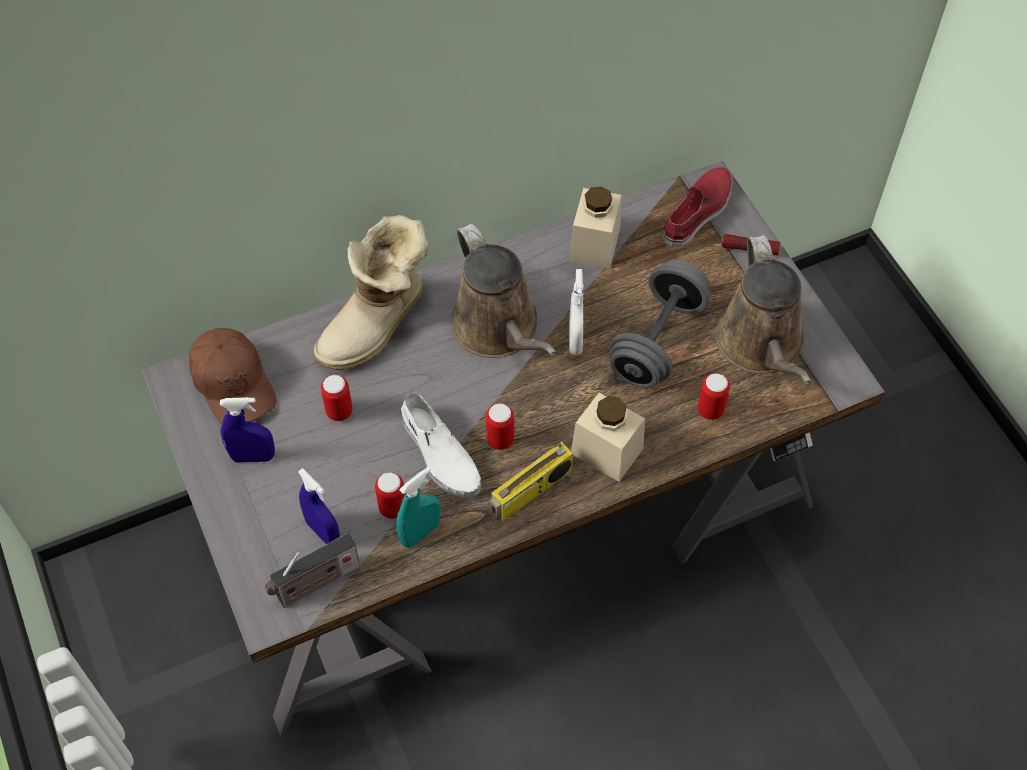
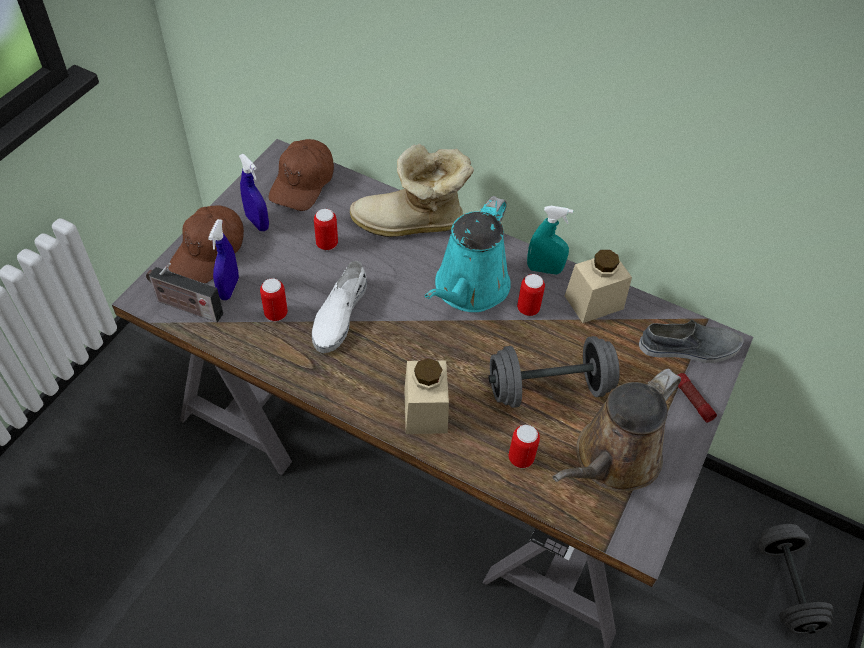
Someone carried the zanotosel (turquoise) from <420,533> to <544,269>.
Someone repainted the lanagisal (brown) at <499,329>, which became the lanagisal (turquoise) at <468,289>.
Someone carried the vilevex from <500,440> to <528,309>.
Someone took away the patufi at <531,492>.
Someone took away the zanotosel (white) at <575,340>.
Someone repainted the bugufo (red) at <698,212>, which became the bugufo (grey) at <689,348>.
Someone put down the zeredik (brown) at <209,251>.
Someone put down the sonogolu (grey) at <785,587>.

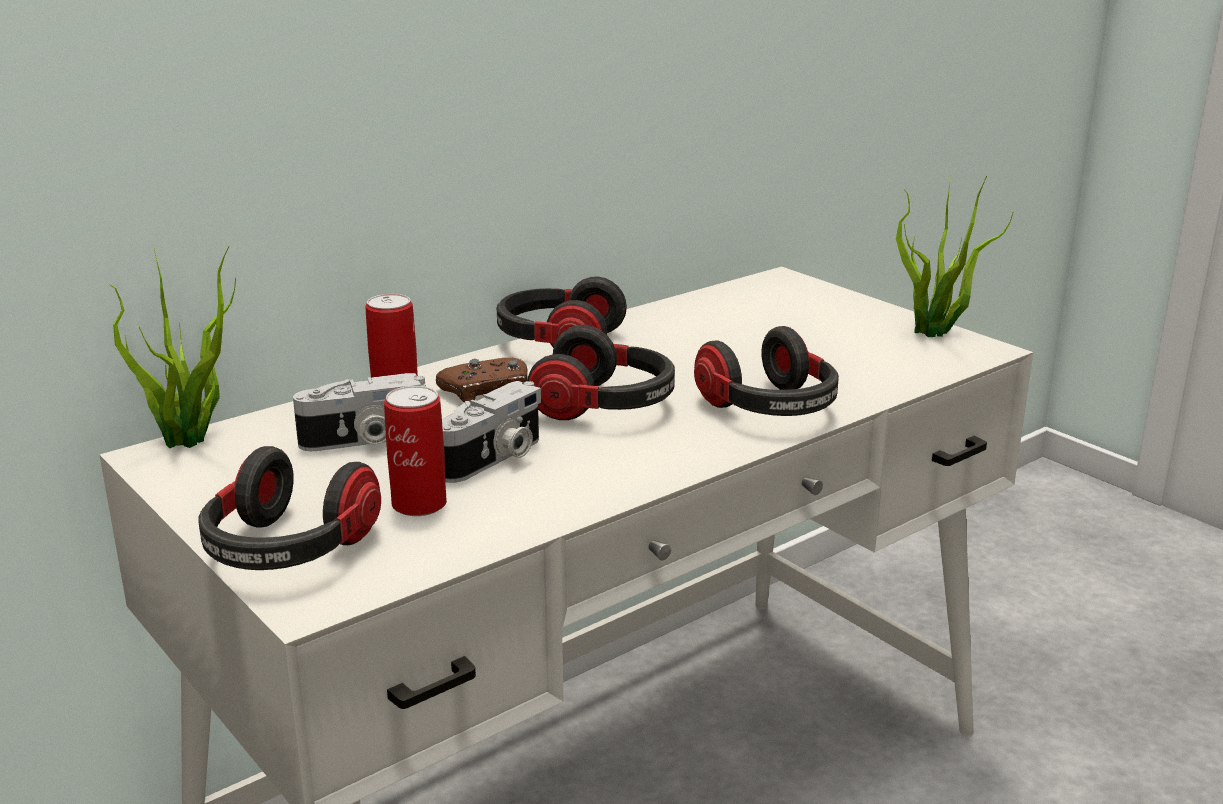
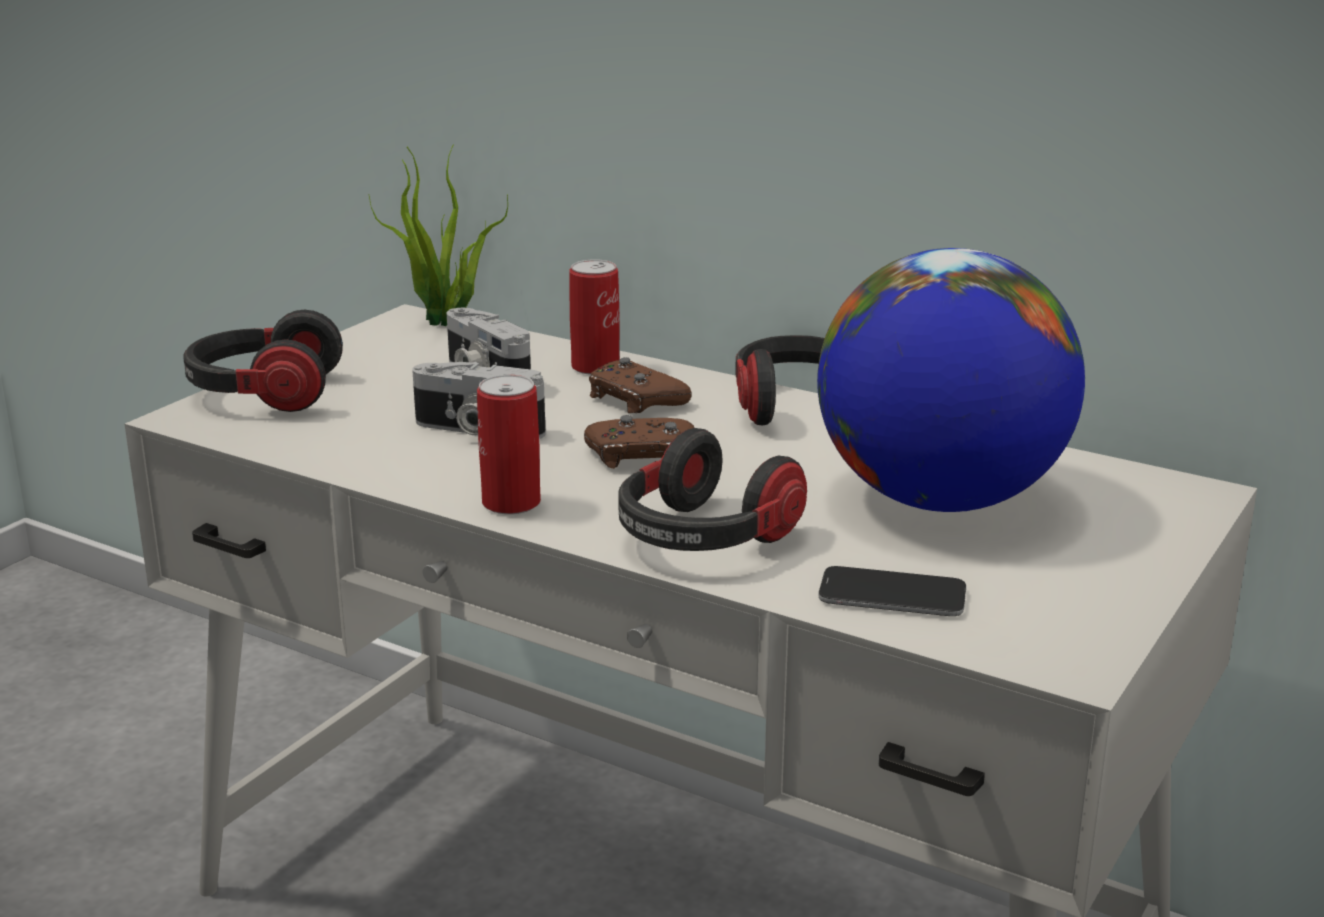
Someone carried the vilevex from <419,504> to <511,502>.
Someone swapped the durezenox at <606,406> for the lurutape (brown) at <641,455>.
Someone took away the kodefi at <935,333>.
Someone put down the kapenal at <940,499>.
Someone put down the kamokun at <892,595>.

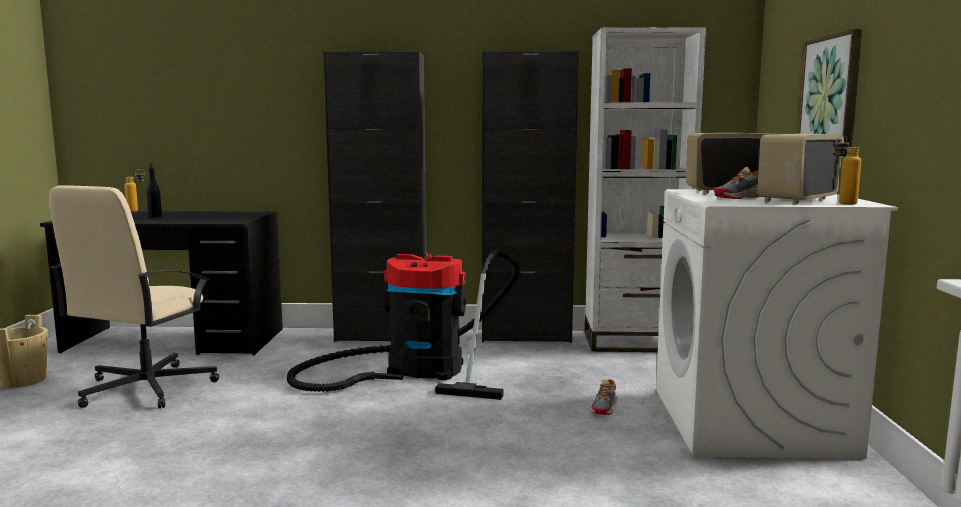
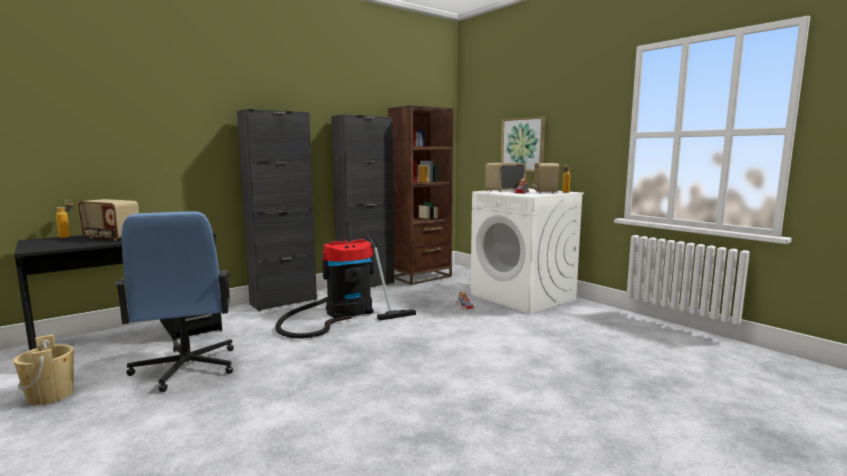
Someone repainted the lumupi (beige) at <145,388>, which became the lumupi (blue) at <186,368>.
Someone swapped the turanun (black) at <155,216> for the patufi at <111,238>.
Someone repainted the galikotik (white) at <634,342>, which became the galikotik (brown) at <421,277>.

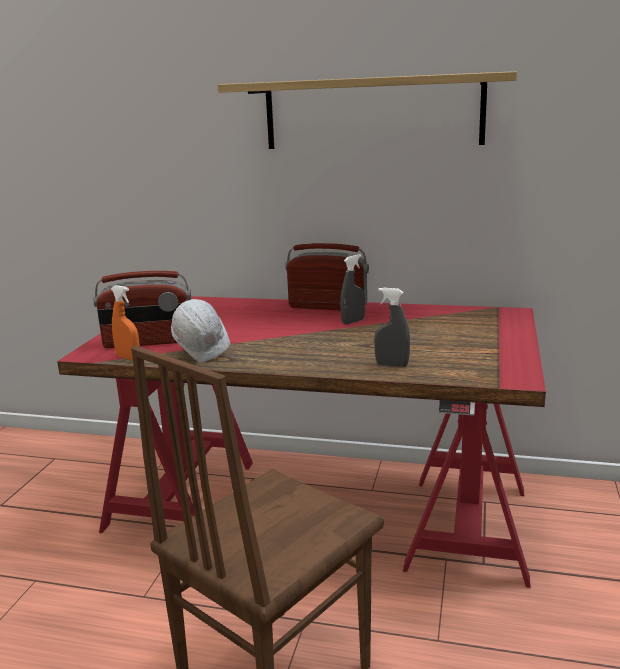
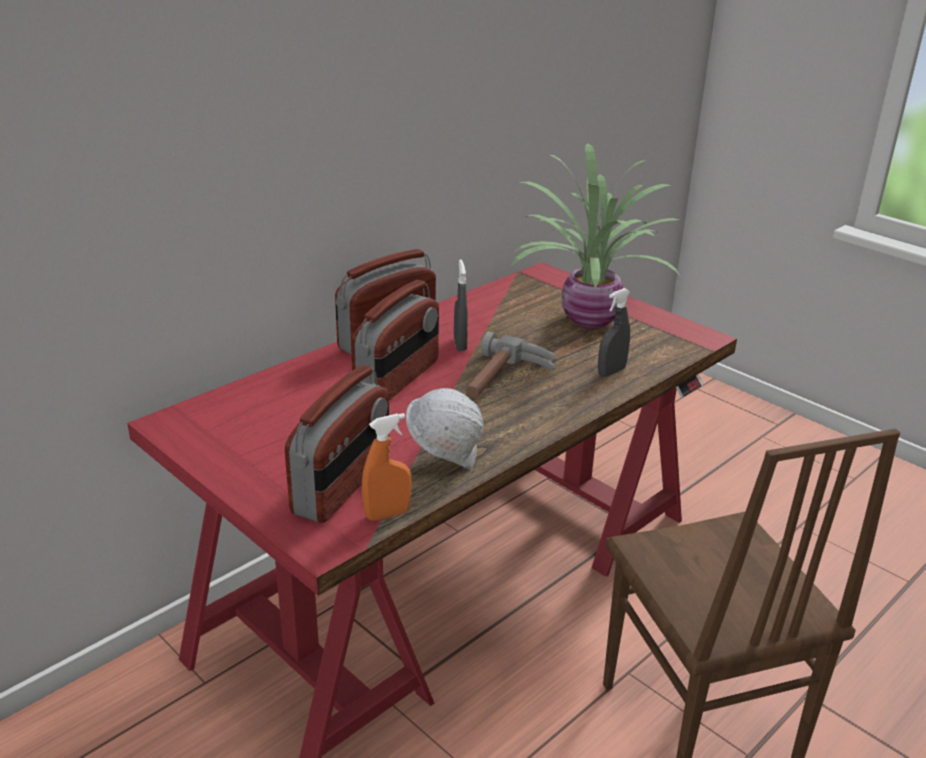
Someone took away the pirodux at <372,112>.
Someone put down the patufi at <398,380>.
Someone put down the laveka at <505,381>.
Someone put down the kodefi at <589,318>.

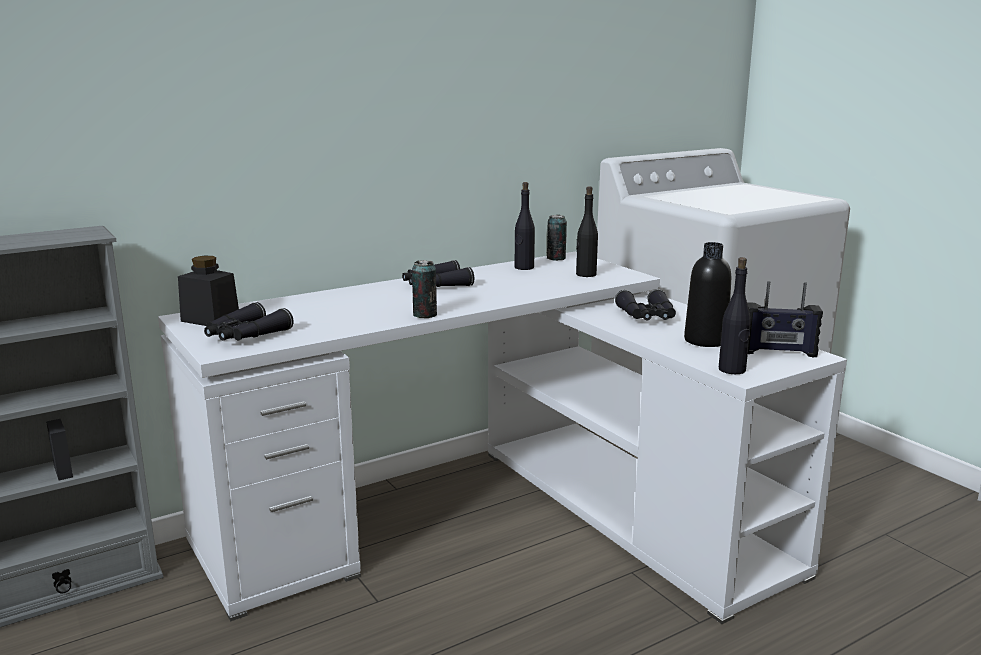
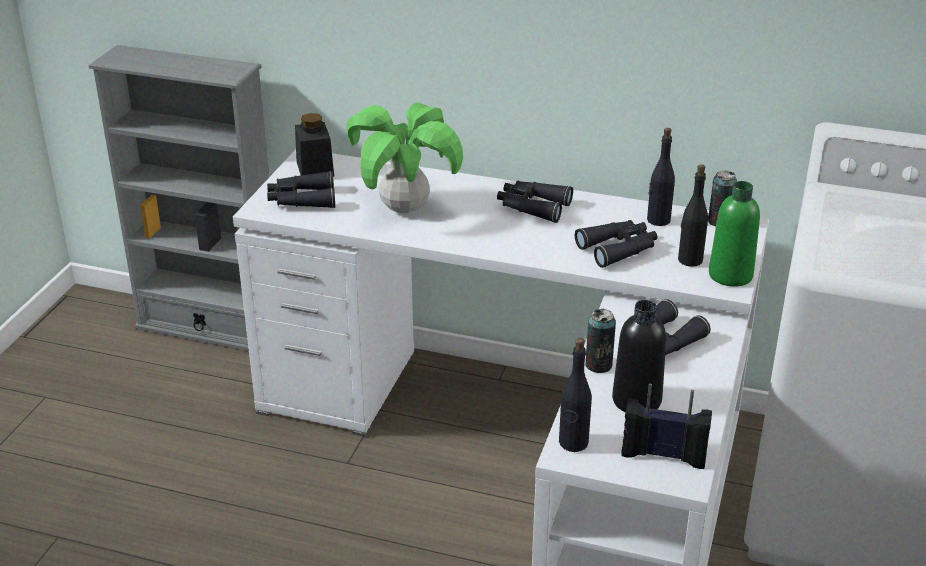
Someone carried the vilevex from <425,315> to <598,365>.
Someone rotated the patufi at <779,352> by 135 degrees clockwise.
Someone put down the kodefi at <404,209>.
Someone put down the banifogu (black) at <619,249>.
Someone put down the turanun (green) at <730,275>.

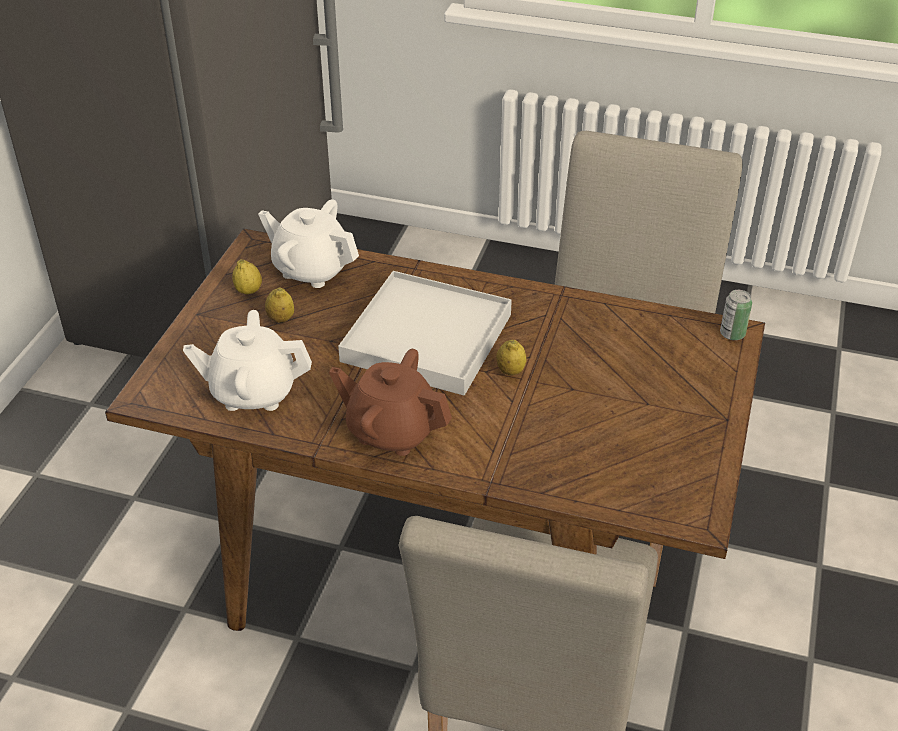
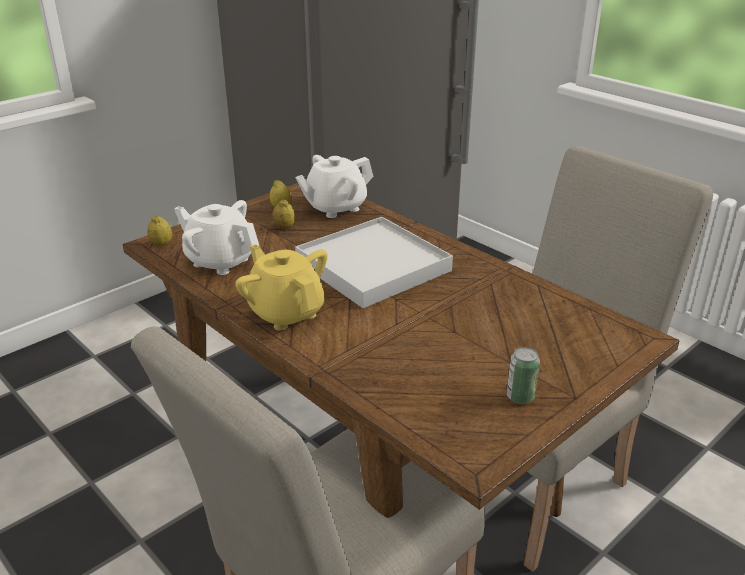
Someone rotated the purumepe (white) at <311,269> by 90 degrees counterclockwise.
Someone repainted the purumepe (brown) at <392,431>, which became the purumepe (yellow) at <286,312>.
Someone carried the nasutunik from <510,371> to <161,244>.
Someone carried the vilevex from <732,334> to <520,397>.

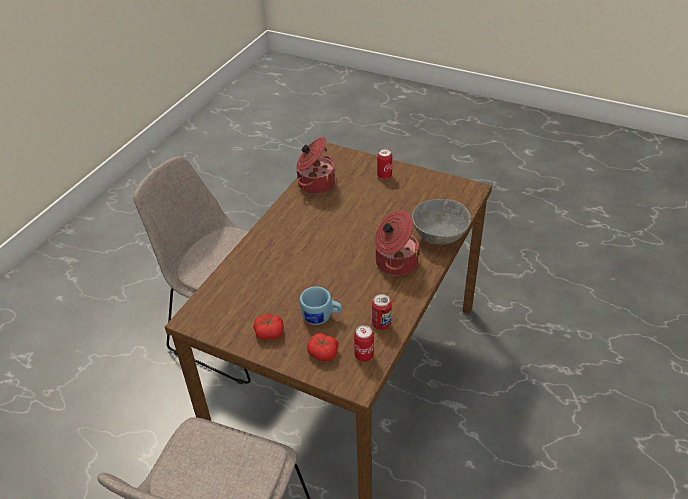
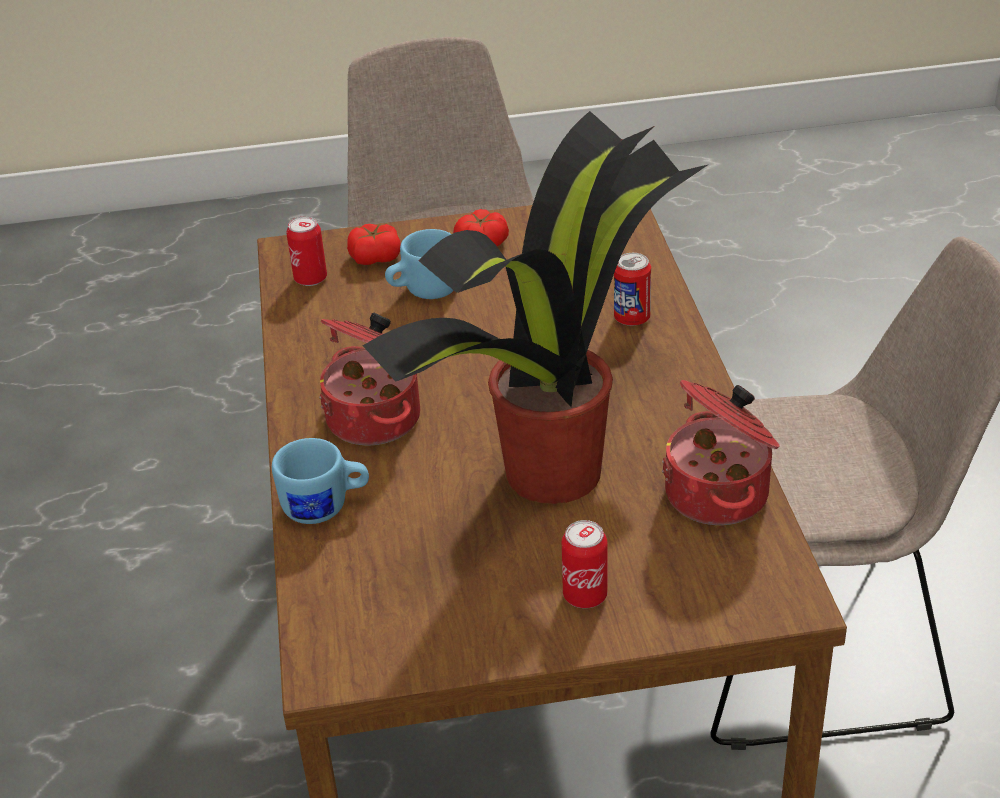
Someone carried the vilevex from <381,324> to <632,318>.
Someone swapped the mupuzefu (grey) at <439,236> for the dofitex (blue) at <326,507>.
Someone put down the kodefi at <557,468>.

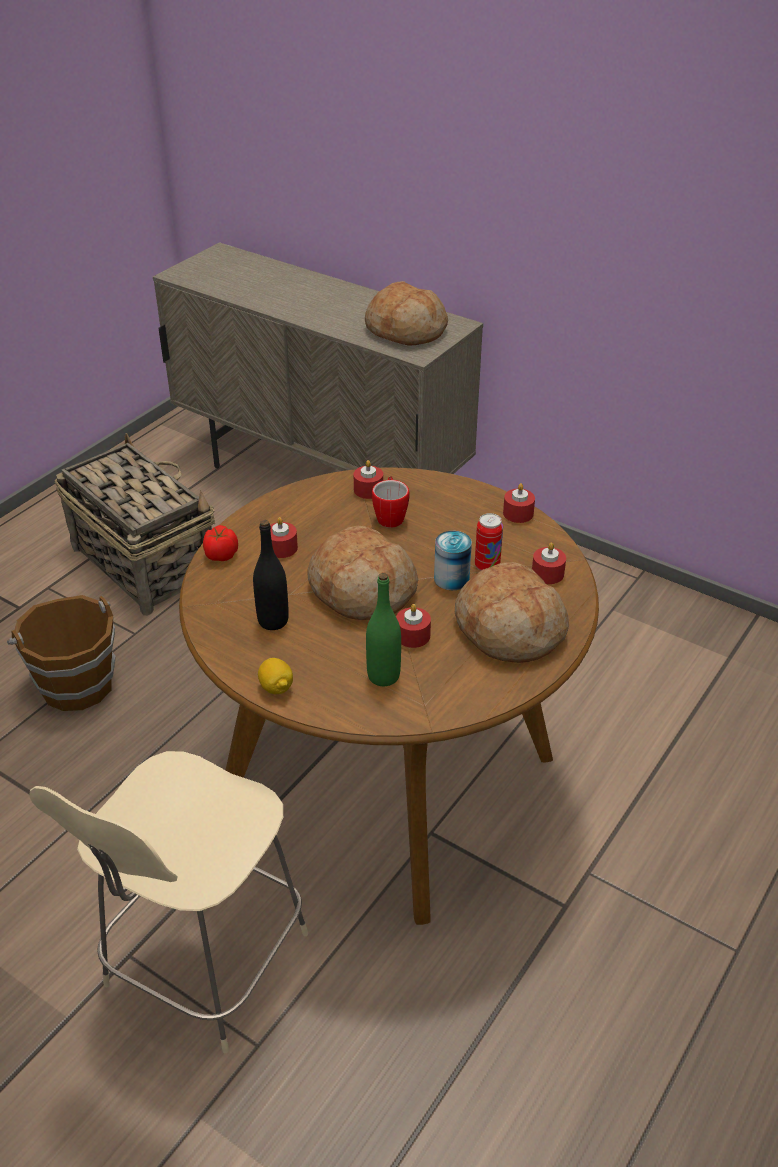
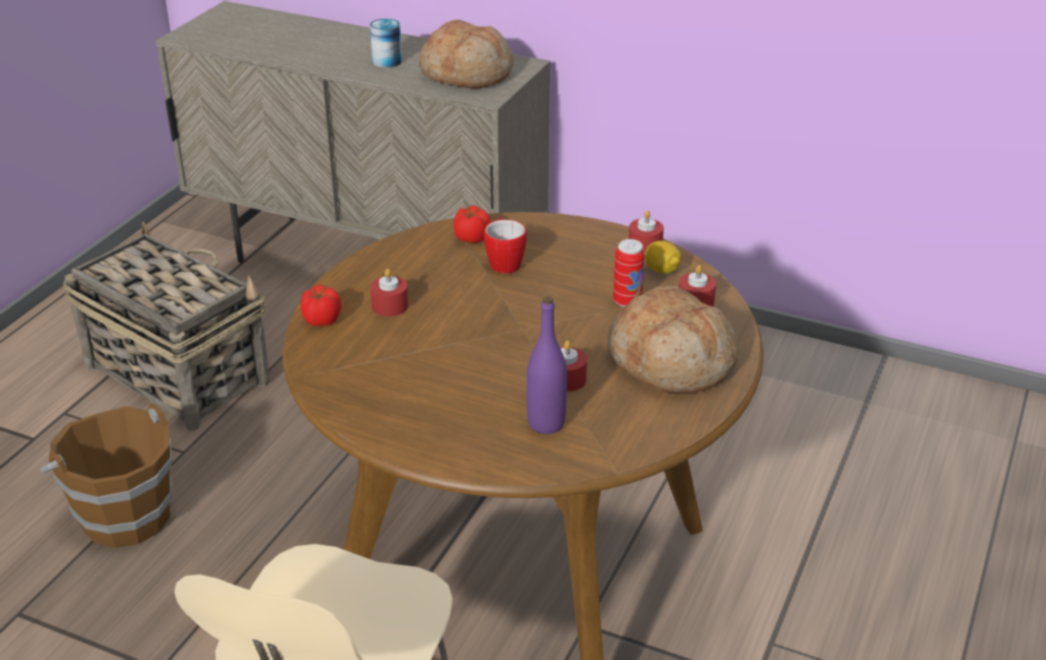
Someone took away the turanun (black) at <273,621>.
Someone carried the nasutunik from <276,687> to <662,270>.
Someone took away the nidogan at <362,590>.
Someone swapped the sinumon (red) at <368,490> for the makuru at <471,238>.
Someone repainted the turanun (green) at <383,676>, which became the turanun (purple) at <546,423>.
Someone carried the vilevex from <451,579> to <387,61>.

